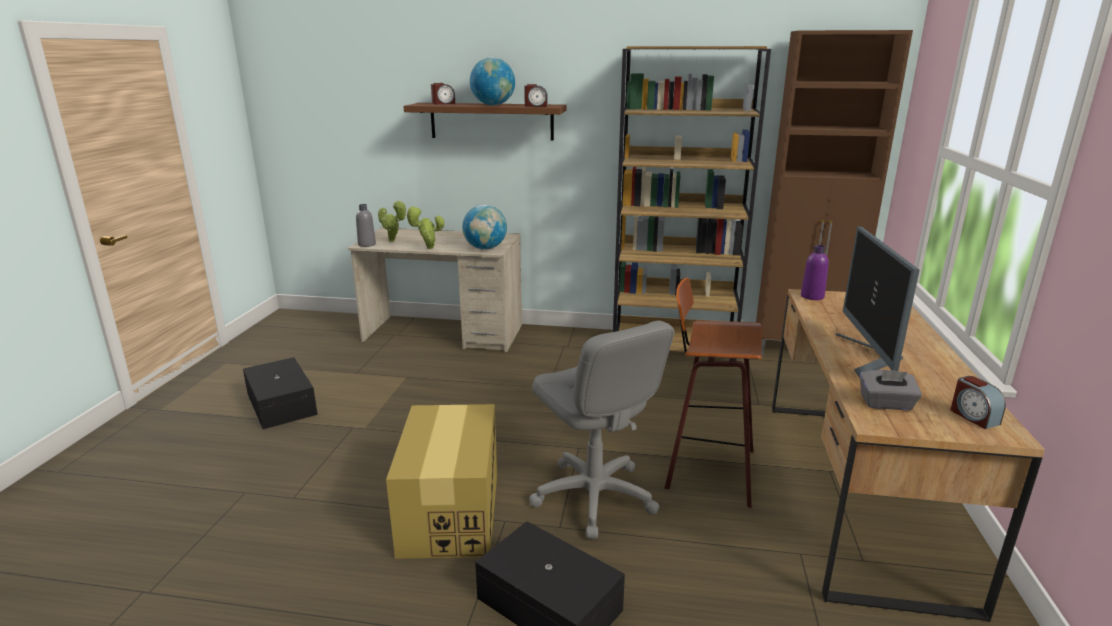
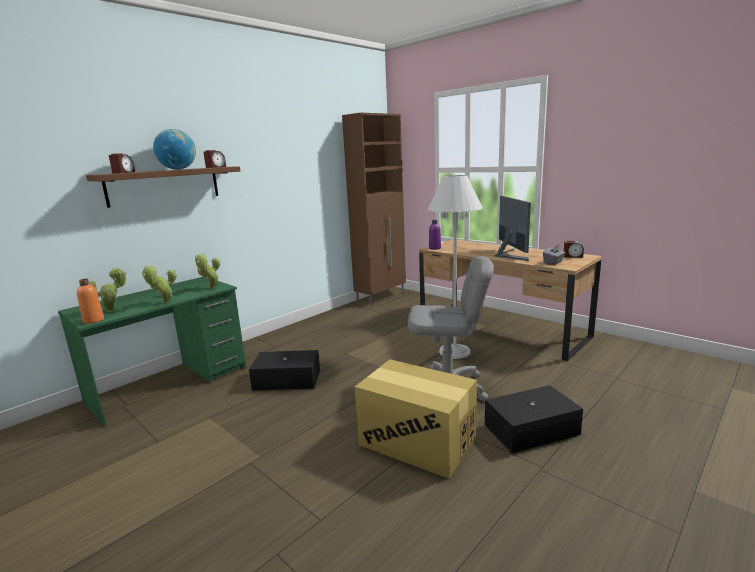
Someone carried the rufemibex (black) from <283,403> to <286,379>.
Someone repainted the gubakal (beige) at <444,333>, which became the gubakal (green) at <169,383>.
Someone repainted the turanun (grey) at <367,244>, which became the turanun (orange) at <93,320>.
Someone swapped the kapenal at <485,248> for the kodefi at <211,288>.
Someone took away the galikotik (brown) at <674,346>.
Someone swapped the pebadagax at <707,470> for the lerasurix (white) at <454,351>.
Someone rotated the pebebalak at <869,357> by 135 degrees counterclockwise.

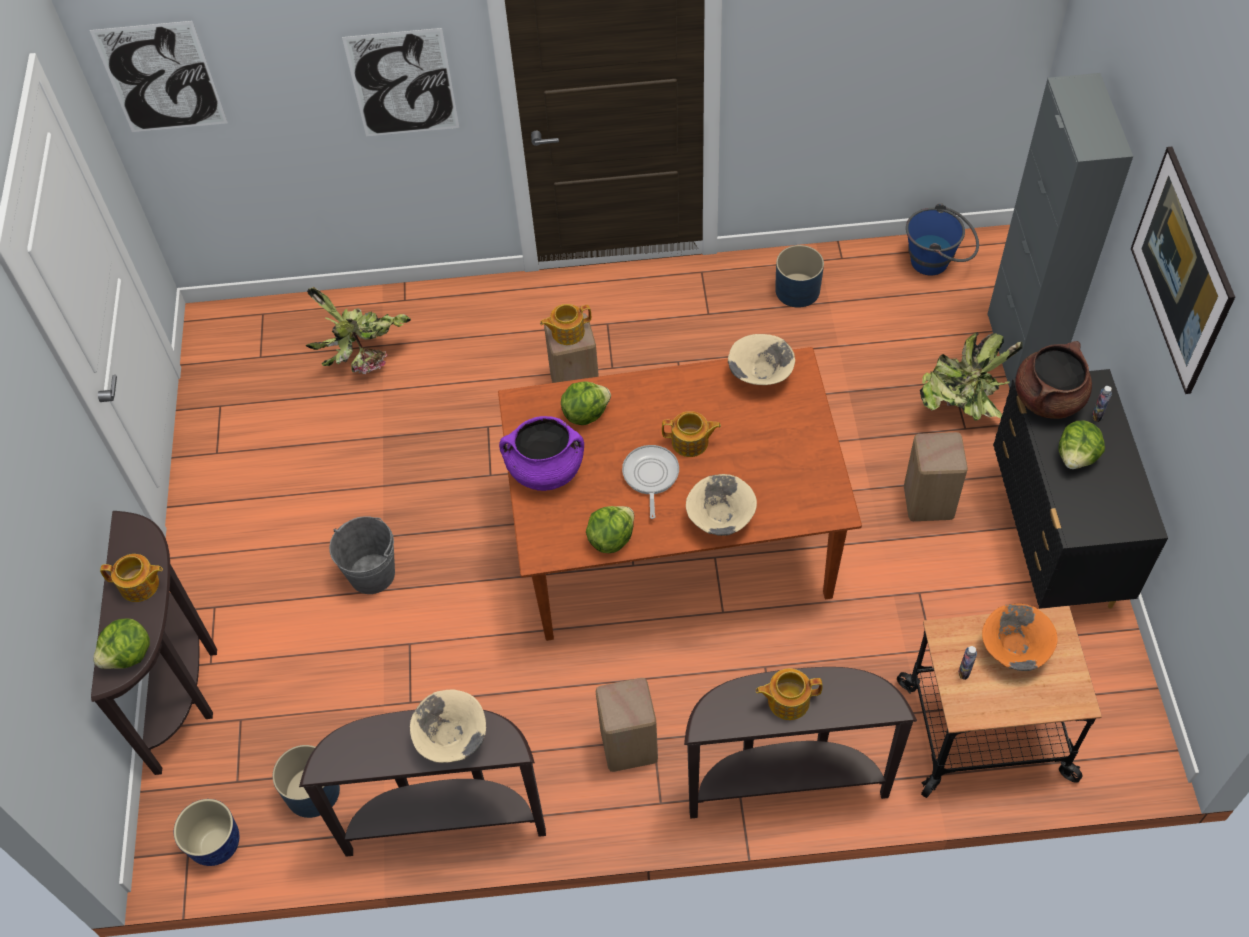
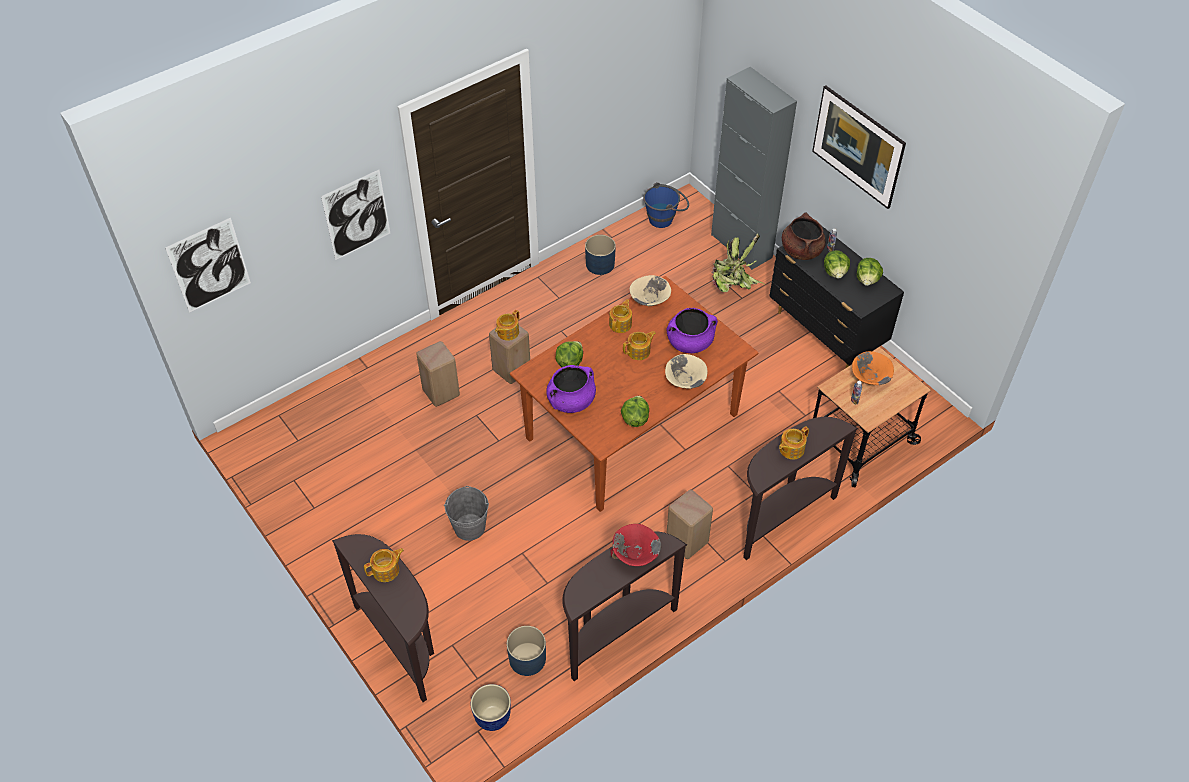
Someone carried the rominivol from <129,655> to <867,280>.
Someone took away the kodefi at <366,355>.
Someone repainted the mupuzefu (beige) at <451,739>, which became the mupuzefu (red) at <635,555>.
Someone took away the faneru at <650,476>.
Someone carried the pebadagax (beige) from <930,504> to <442,393>.
Someone put down the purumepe at <621,324>.
Someone put down the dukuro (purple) at <690,342>.

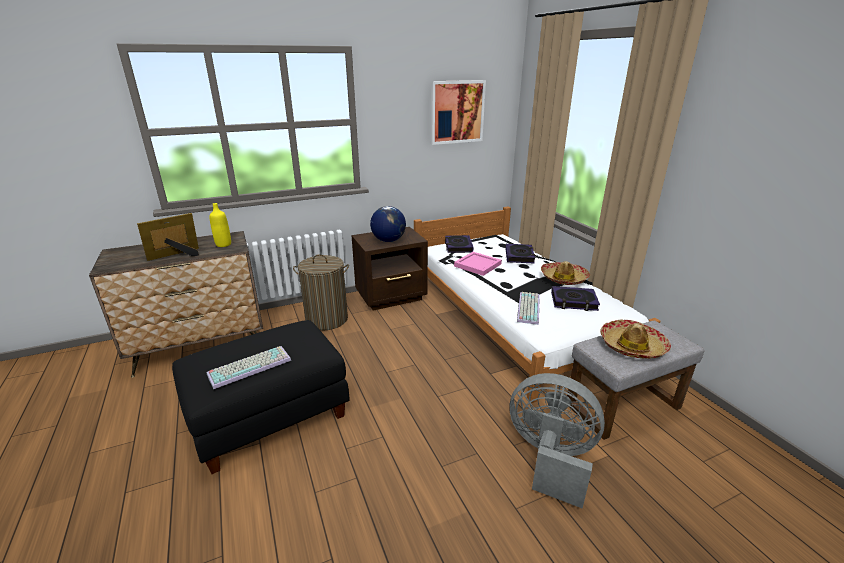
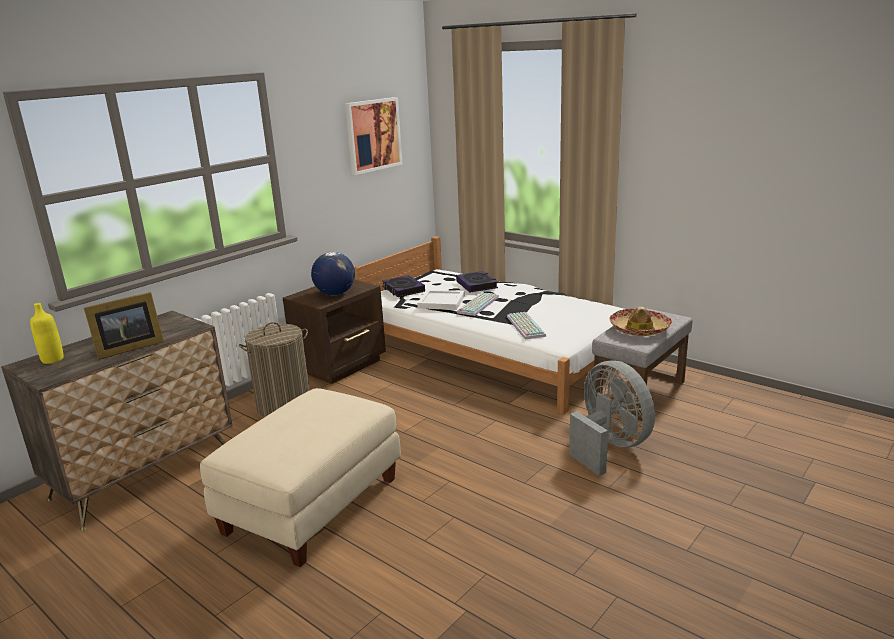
Someone rotated the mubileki at <177,255> by 150 degrees counterclockwise.
Someone repainted the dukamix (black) at <270,415>, which became the dukamix (beige) at <312,504>.
Someone carried the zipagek from <250,366> to <477,304>.
Someone carried the turanun (yellow) from <223,244> to <52,359>.
Someone repainted the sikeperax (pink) at <477,265>, which became the sikeperax (white) at <442,302>.
Someone rotated the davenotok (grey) at <550,458> by 60 degrees clockwise.
Someone took away the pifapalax at <564,278>.
Someone took away the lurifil at <573,302>.

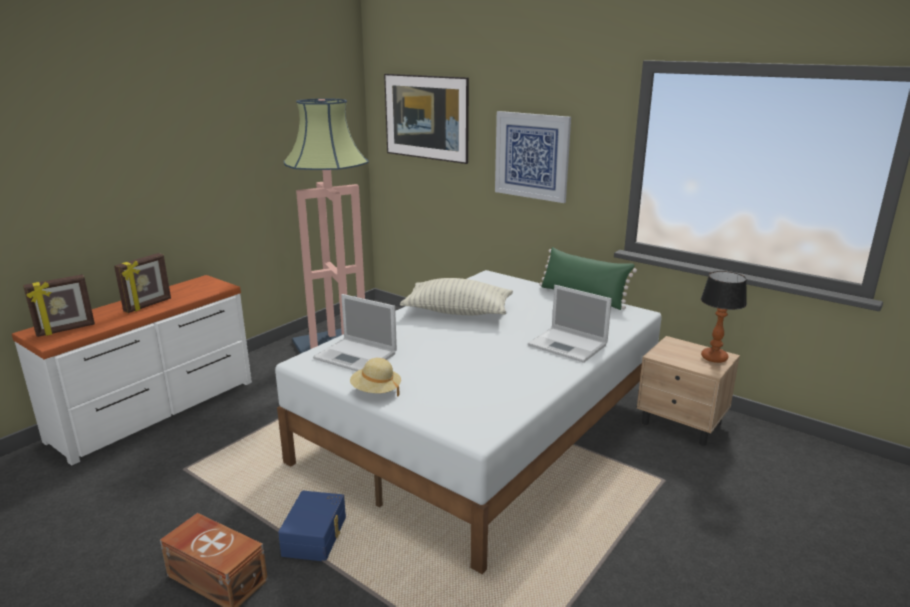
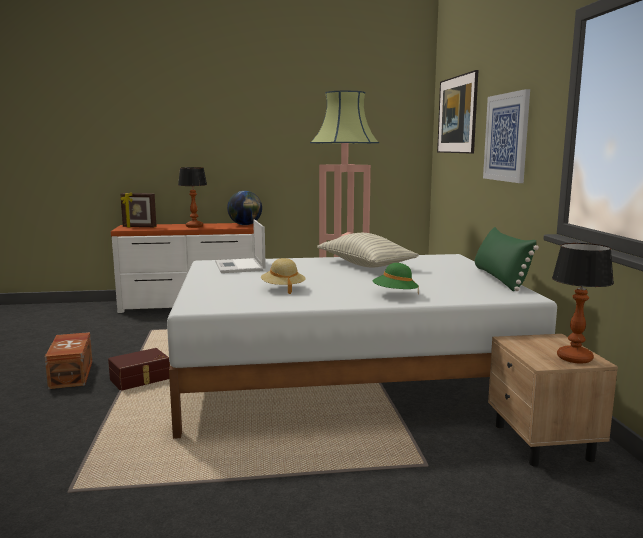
Someone swapped the mubileki at <148,305> for the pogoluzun at <194,226>.
Someone repainted the rufemibex (blue) at <316,536>, which became the rufemibex (brown) at <141,380>.
Someone carried the pifapalax (beige) from <376,391> to <283,288>.
Someone swapped the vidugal at <569,345> for the pifapalax (green) at <395,295>.
Someone put down the kapenal at <245,225>.

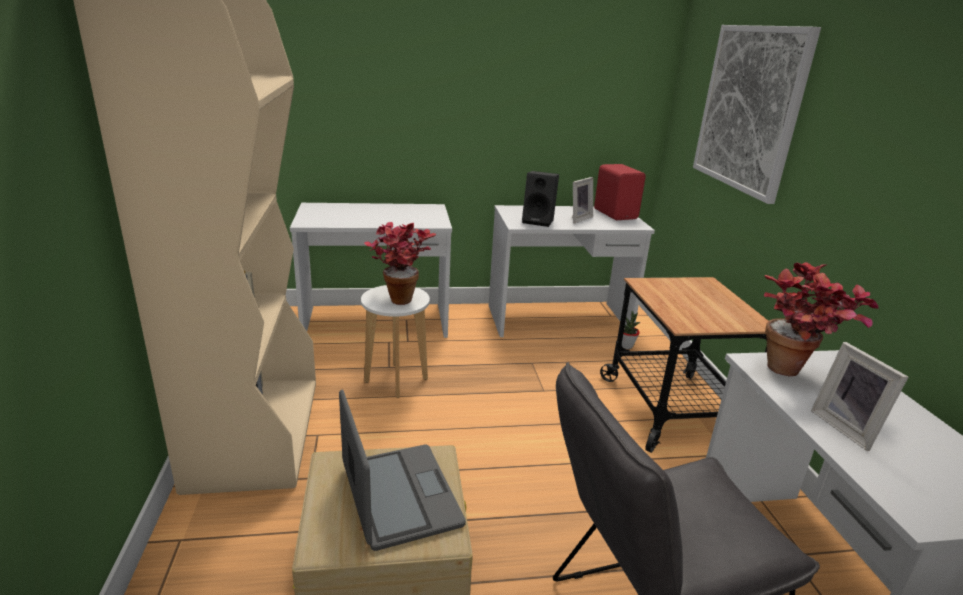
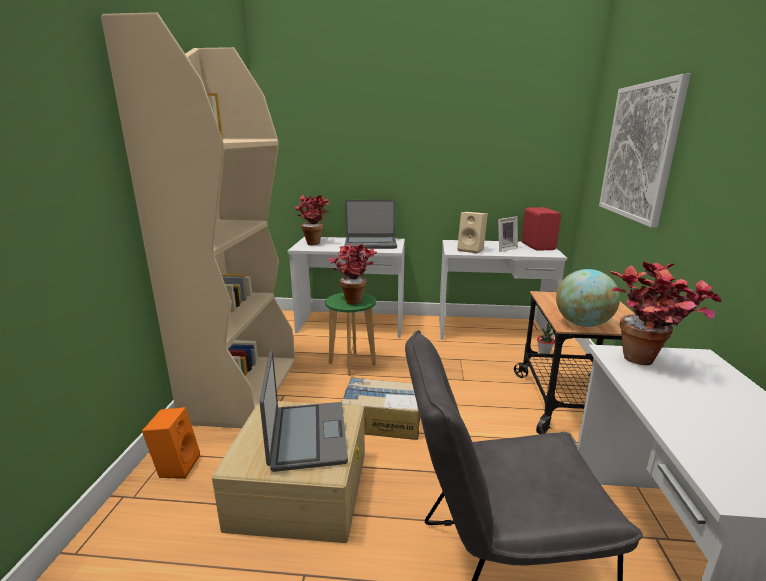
Someone repainted the pebadagax (white) at <396,380>, which became the pebadagax (green) at <352,364>.
Someone repainted the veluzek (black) at <539,221>, which became the veluzek (beige) at <472,250>.
Someone took away the mubileki at <848,428>.
Someone put down the veluzek (orange) at <176,465>.
Someone put down the kodefi at <314,242>.
Someone put down the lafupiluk at <382,420>.
Someone put down the vidugal at <370,244>.
Someone put down the kapenal at <582,324>.

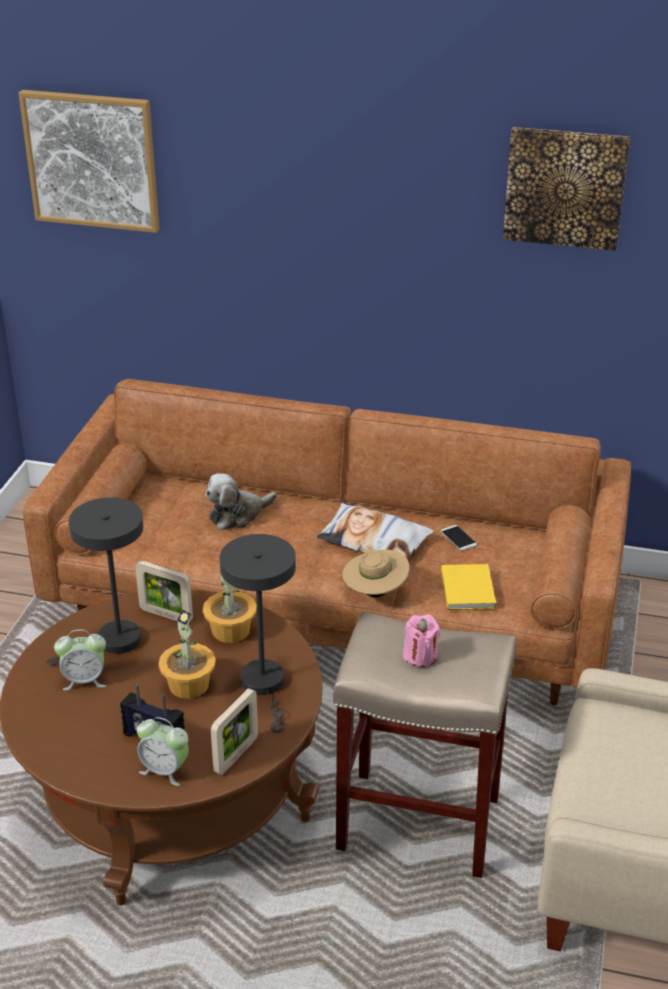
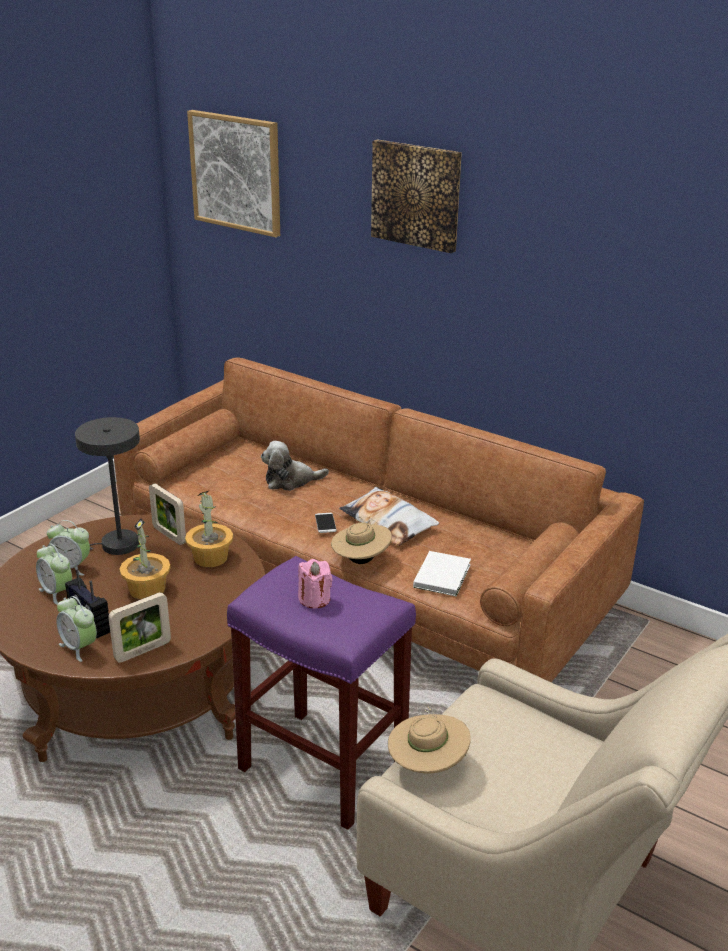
Someone took away the pogoluzun (grey) at <265,685>.
Someone repainted the pebadagax (beige) at <421,822>, which became the pebadagax (purple) at <325,768>.
Someone carried the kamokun from <458,538> to <325,523>.
Someone repainted the lurifil (yellow) at <468,588>, which became the lurifil (white) at <443,575>.
Someone carried the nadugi from <565,187> to <416,195>.
Someone put down the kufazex at <57,592>.
Someone put down the pifapalax (beige) at <427,765>.

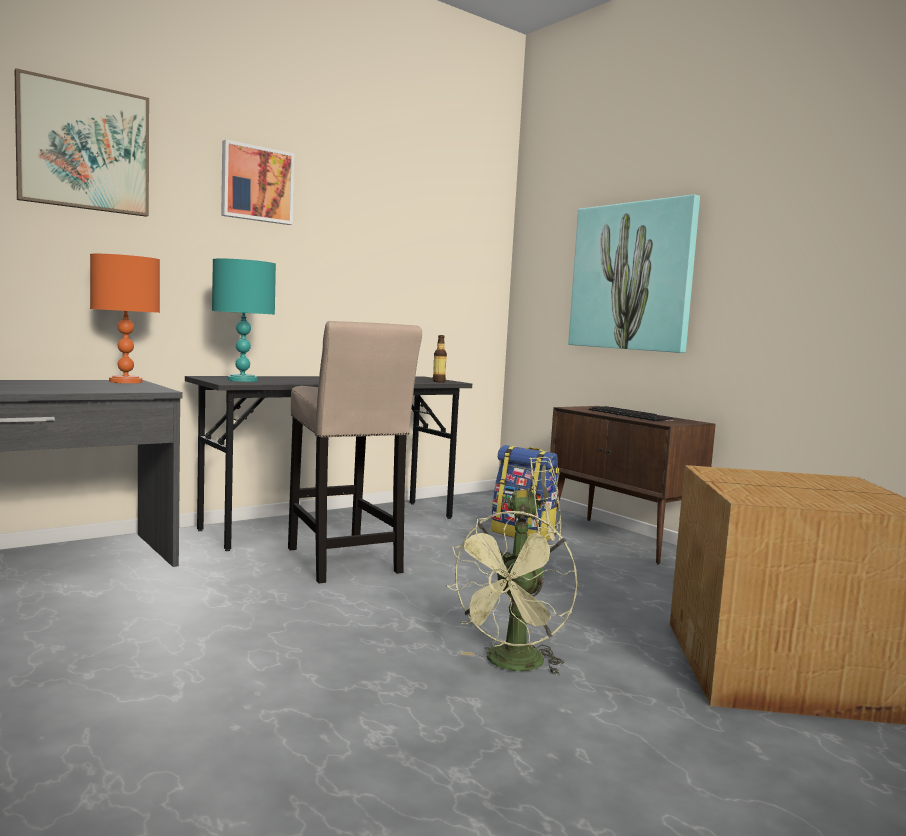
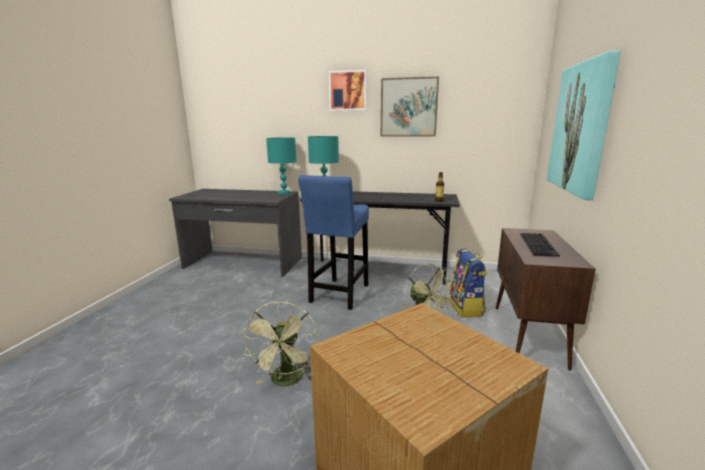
Someone carried the nadugi from <84,147> to <408,107>.
Someone repainted the pogoluzun (orange) at <125,381>, which became the pogoluzun (turquoise) at <284,193>.
Someone repainted the pebadagax (beige) at <344,563>, which became the pebadagax (blue) at <338,295>.
Someone rotated the davenotok (green) at <511,665> by 75 degrees counterclockwise.

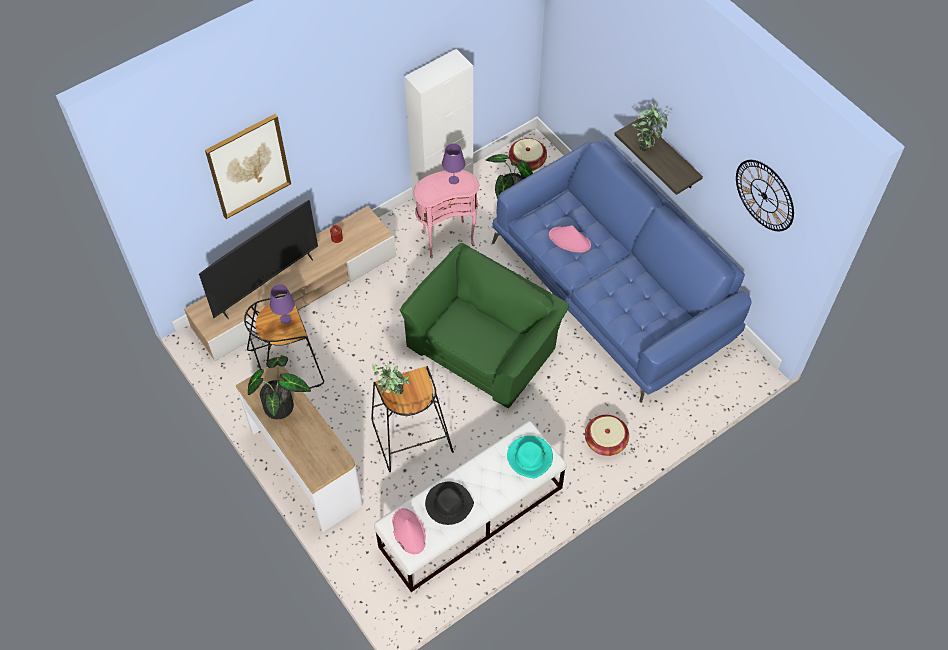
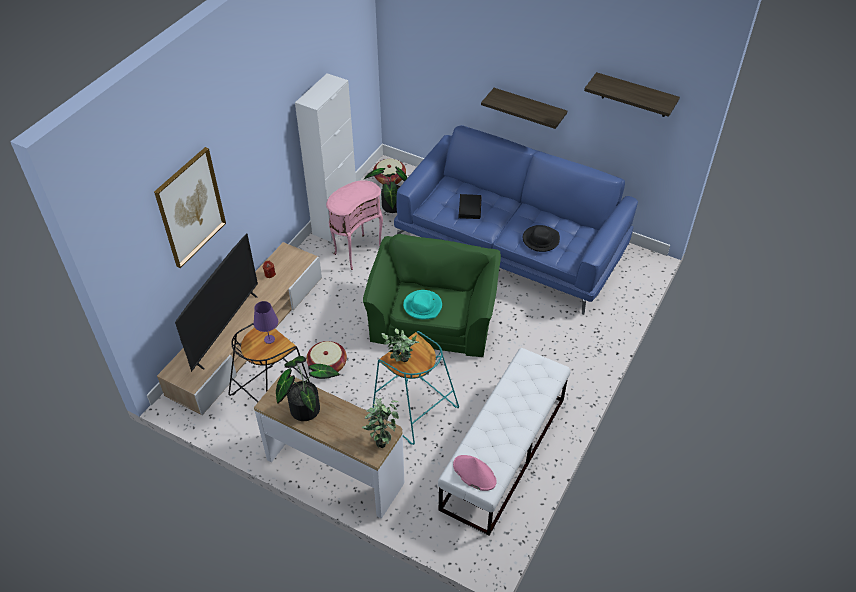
Someone repainted the pebadagax (black) at <411,435>, which became the pebadagax (turquoise) at <414,409>.
Someone carried the pifapalax (black) from <448,504> to <540,240>.
Someone took away the pogoluzun (purple) at <453,180>.
Someone carried the pifapalax (turquoise) from <530,457> to <423,306>.
Someone swapped the pifapalax (pink) at <570,240> for the lurifil (black) at <469,208>.
Someone carried the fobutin from <605,441> to <327,365>.
Someone carried the kodefi from <646,145> to <382,439>.
Someone swapped the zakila at <764,195> for the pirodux at <635,95>.

